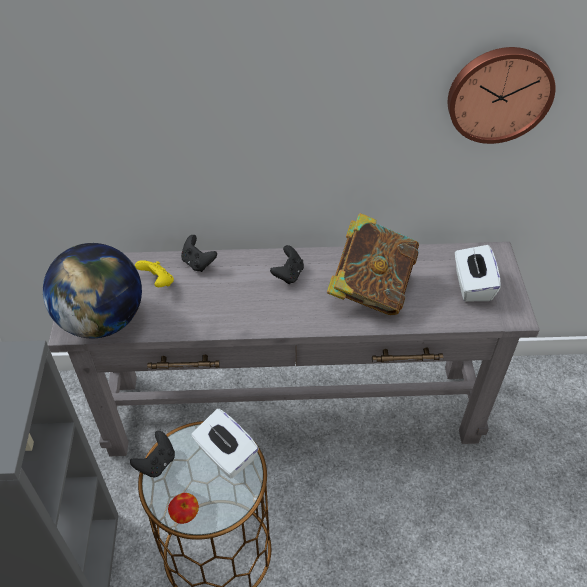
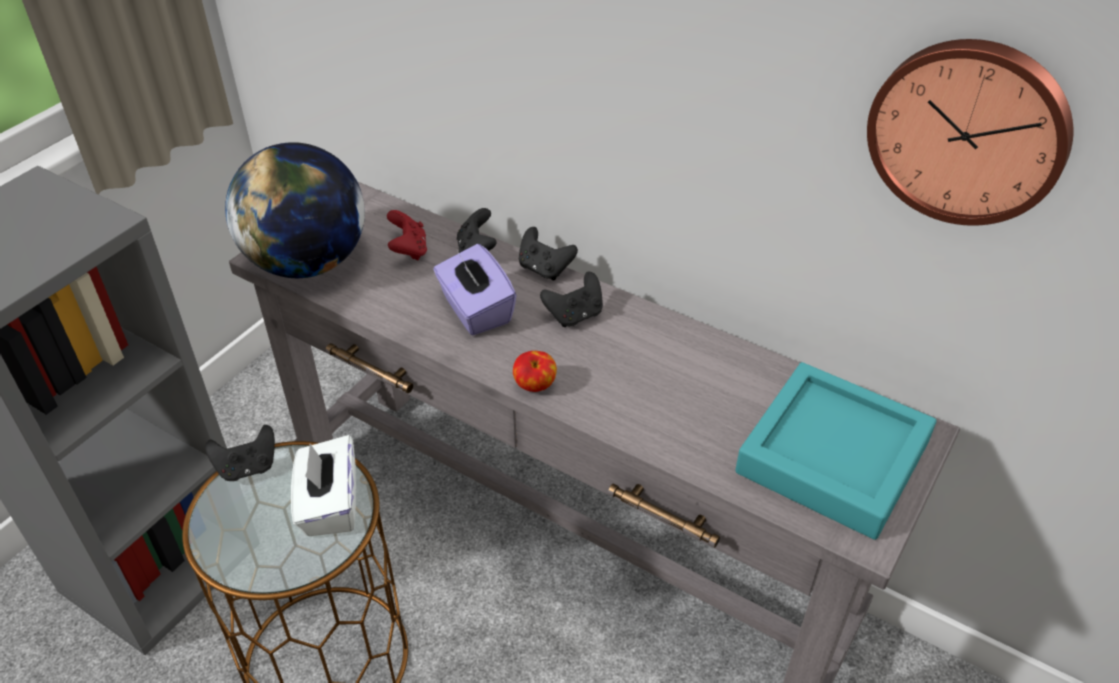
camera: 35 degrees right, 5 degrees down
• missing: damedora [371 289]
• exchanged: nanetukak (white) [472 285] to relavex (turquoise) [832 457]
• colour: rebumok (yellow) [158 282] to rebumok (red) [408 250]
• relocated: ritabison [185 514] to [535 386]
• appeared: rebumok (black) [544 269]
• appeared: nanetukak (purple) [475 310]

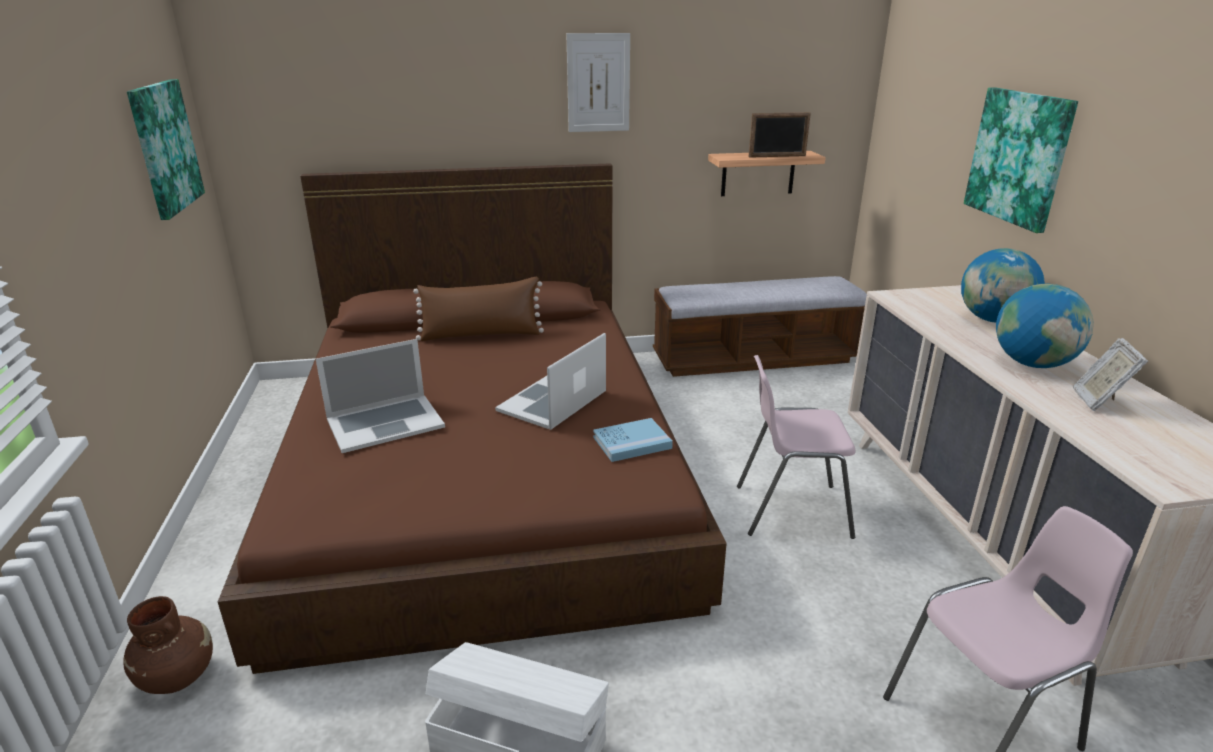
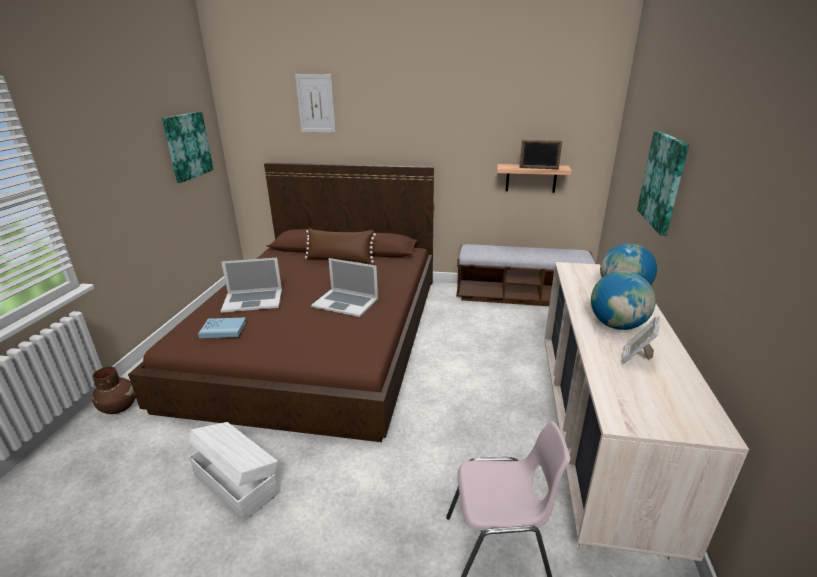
camera: 20 degrees right, 0 degrees up
• relocated: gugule [598 83] to [316 103]
• spun: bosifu [553 401] = [345 302] 120 degrees counterclockwise
• missing: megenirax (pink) [790 510]
• relocated: damedora (blue) [632 442] to [223 329]

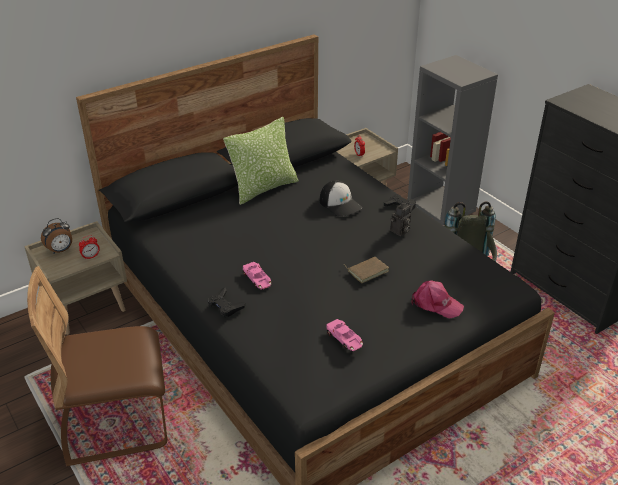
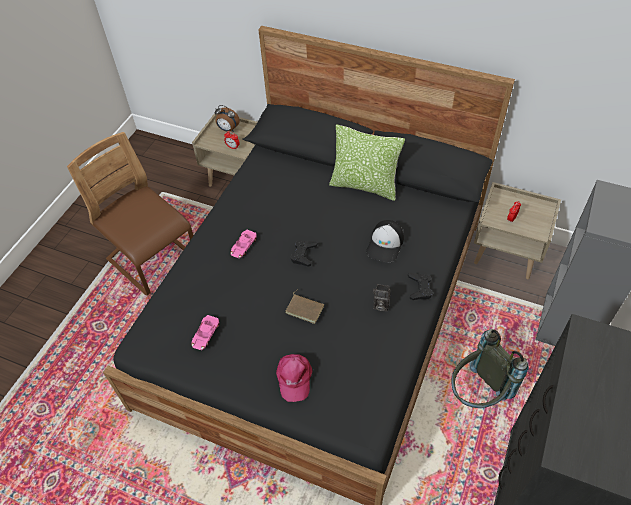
camera: 60 degrees right, 15 degrees up
• relocated: rebumok (black) [225 306] to [303 254]

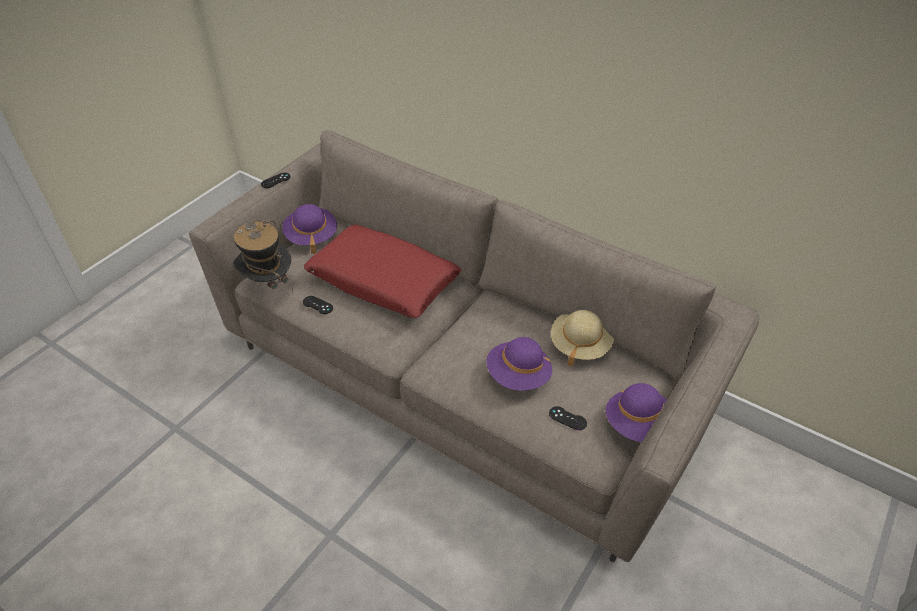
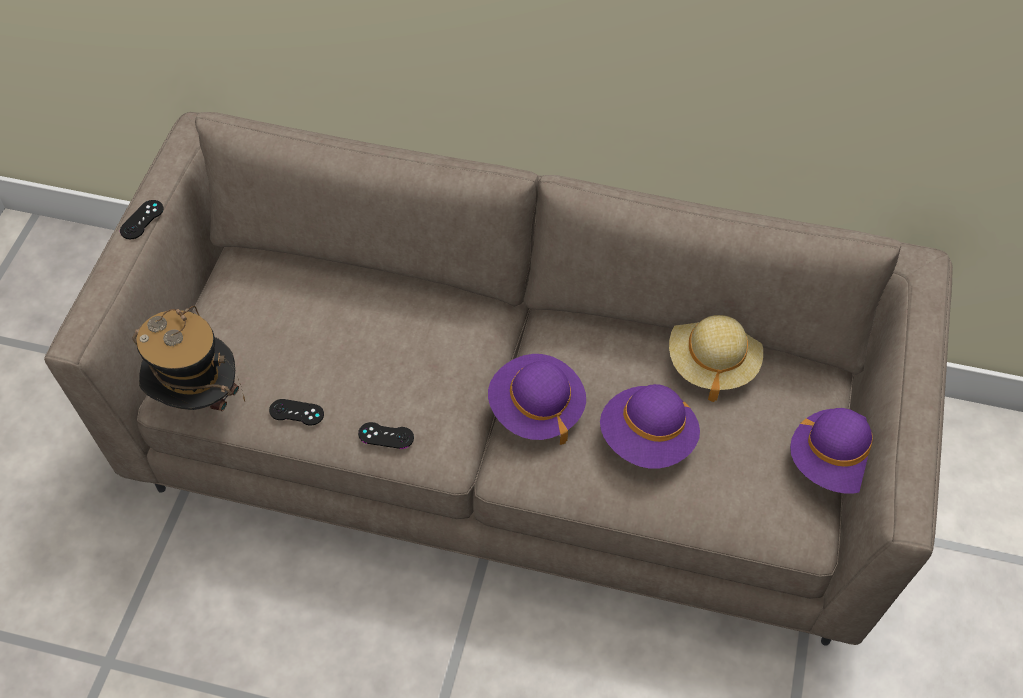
camera: 20 degrees left, 10 degrees up
• relocated: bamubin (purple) [311 236] to [536 409]
• missing: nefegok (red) [383 281]
• relocated: rebumok (black) [567 418] to [386 435]

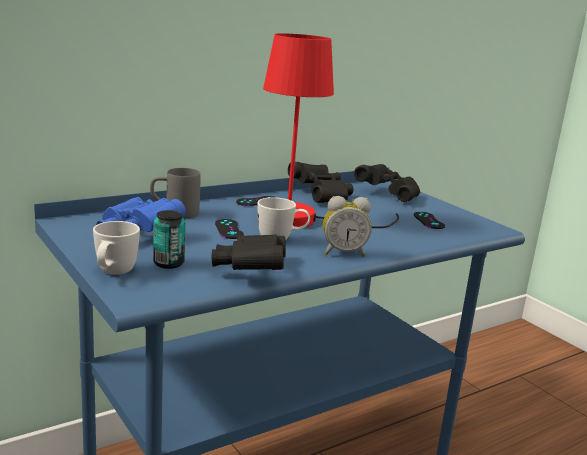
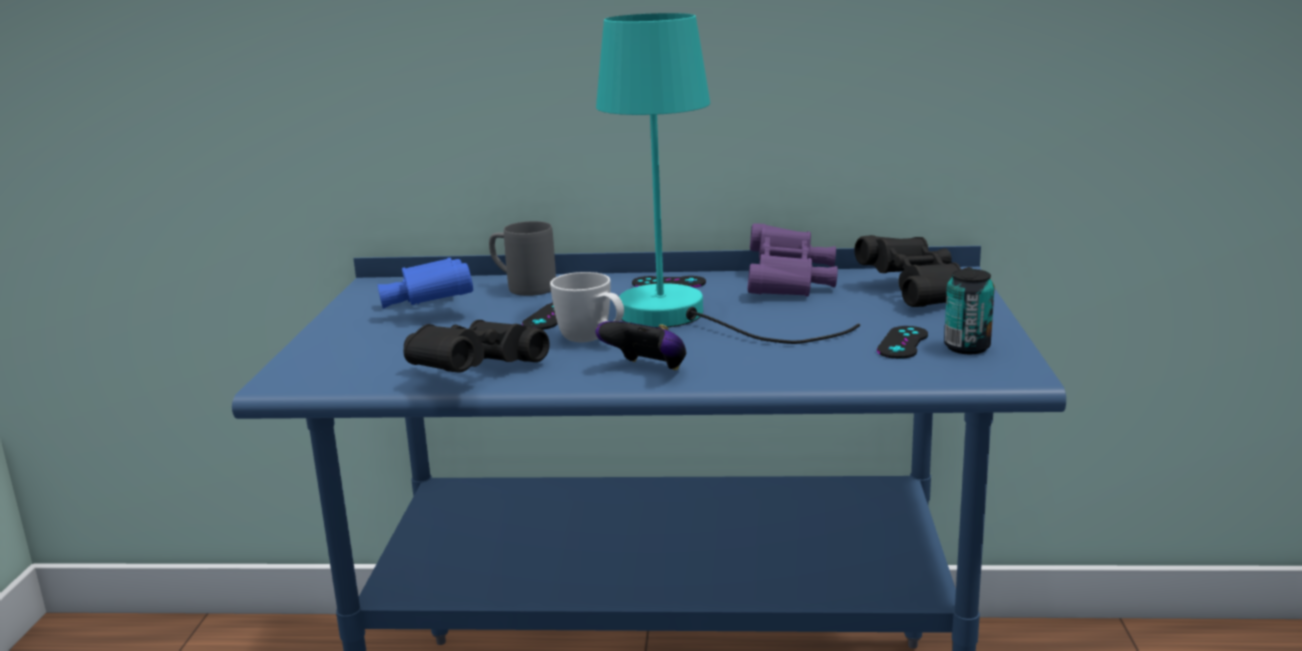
camera: 40 degrees right, 0 degrees up
• colour: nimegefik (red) [305 220] to nimegefik (turquoise) [684 318]
• colour: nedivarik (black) [321 195] to nedivarik (purple) [789 284]
• exchanged: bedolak [343 252] to rebumok [647 370]
• relocated: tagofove [168 263] to [967 347]
• missing: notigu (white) [113 274]

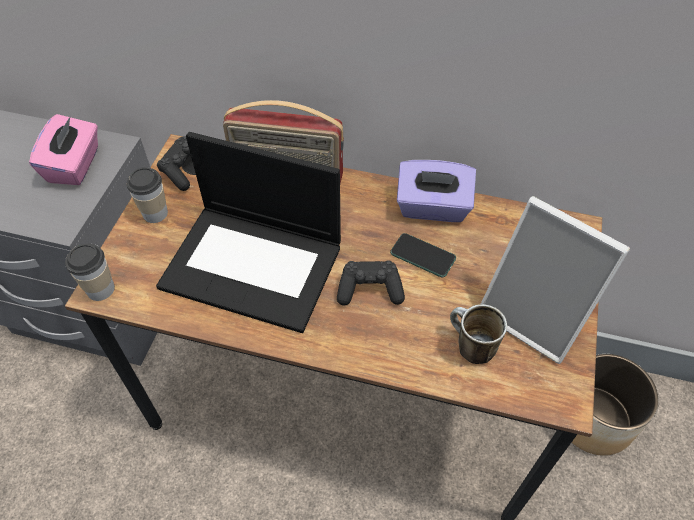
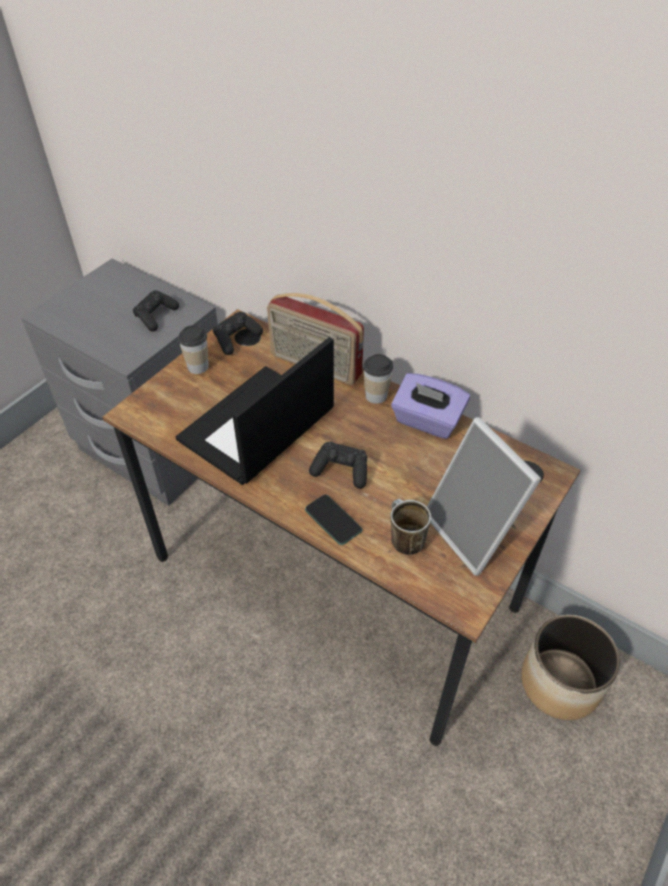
camera: 20 degrees right, 5 degrees down
• exchanged: nanetukak (pink) [75 165] to rebumok (black) [156 316]
• spun: bosifu [254 265] = [257 426] 90 degrees clockwise
• relocated: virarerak [422 256] to [333 520]
• relocated: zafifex [100 289] to [376 395]

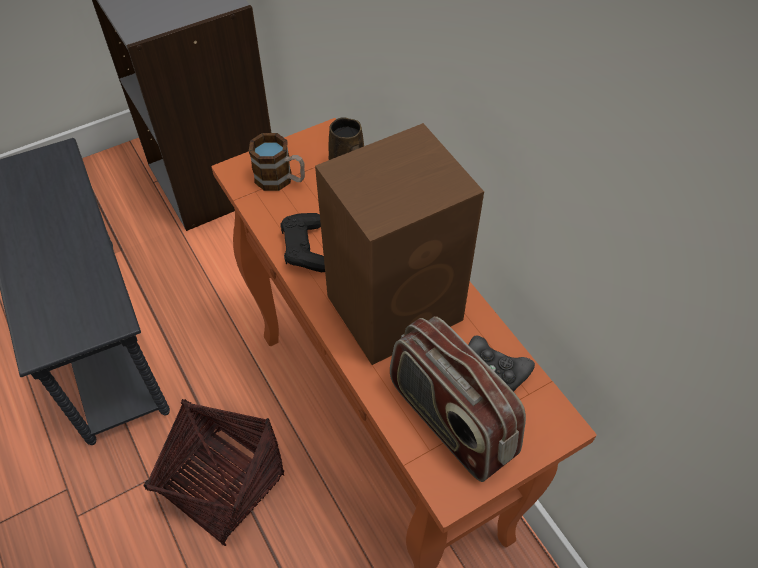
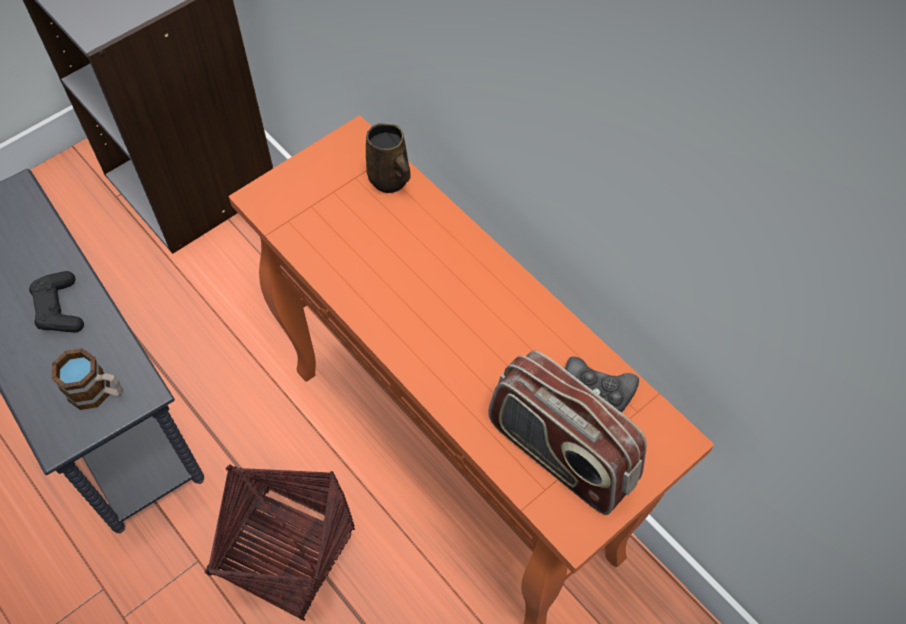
camera: 10 degrees left, 5 degrees up
• missing: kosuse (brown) [397 306]
• relocated: notigu [281 180] to [98 392]
• relocated: rebumok (black) [305 249] to [59 309]

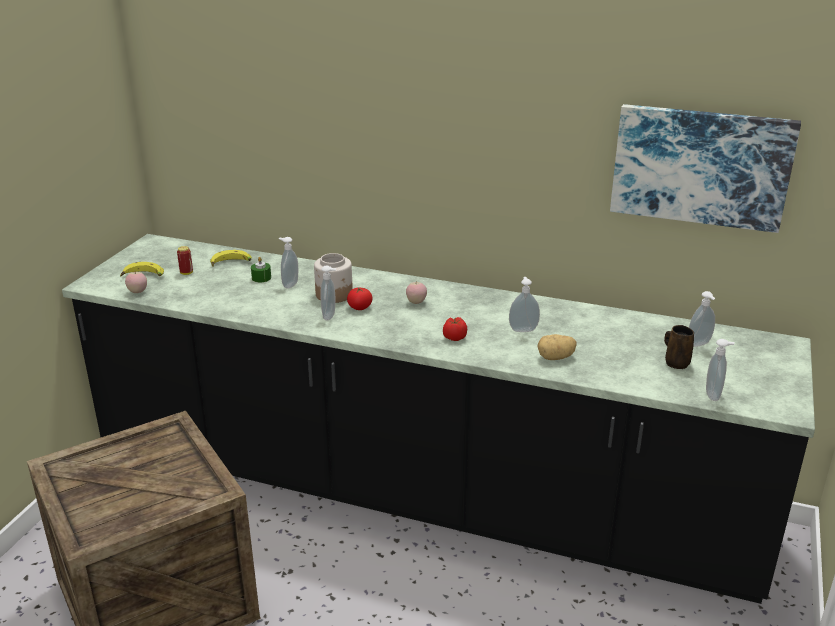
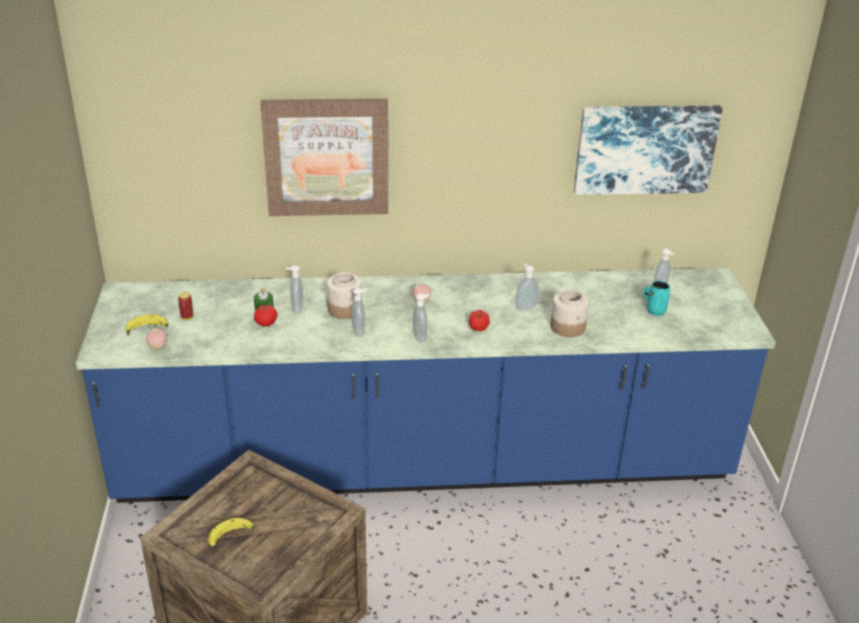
camera: 25 degrees left, 5 degrees up
• colour: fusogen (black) [417 491] to fusogen (blue) [425 464]
• relocated: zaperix [231 264] to [232 538]
• relocated: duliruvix [360 307] to [266 323]
• colour: notigu (brown) [676 362] to notigu (turquoise) [654 310]
• exchanged: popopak [555 358] to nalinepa [568 327]
• relocated: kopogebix [714 395] to [420 337]
• appeared: gugule [326 156]

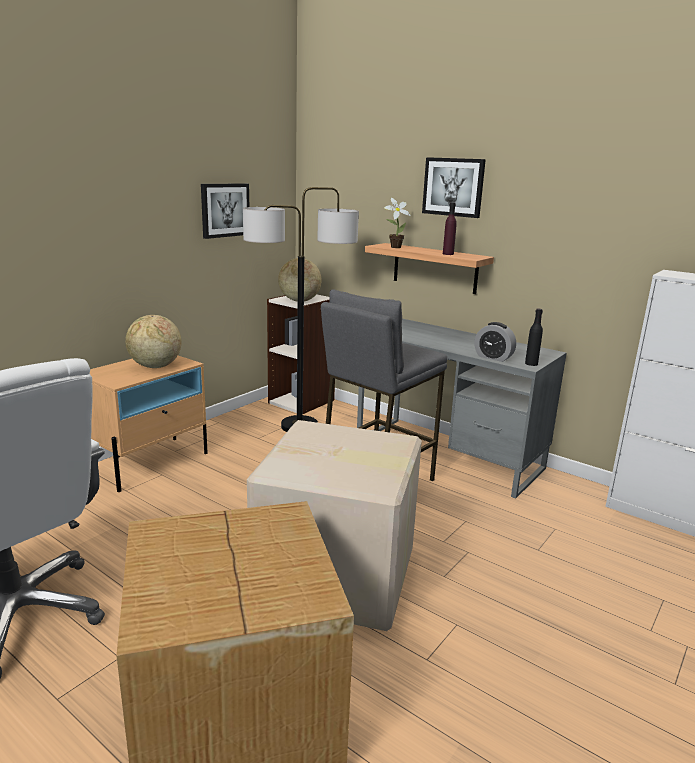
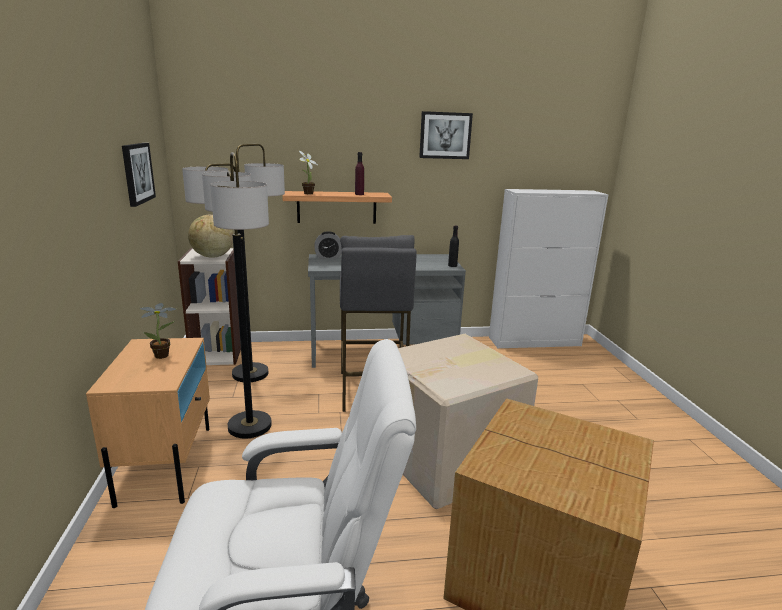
camera: 45 degrees left, 0 degrees up
• relocated: gugule [453 187] to [445 135]
• exchanged: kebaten [155 366] to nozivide [164 355]
• relocated: bedolak [493 357] to [328 257]
• appeared: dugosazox [250 426]

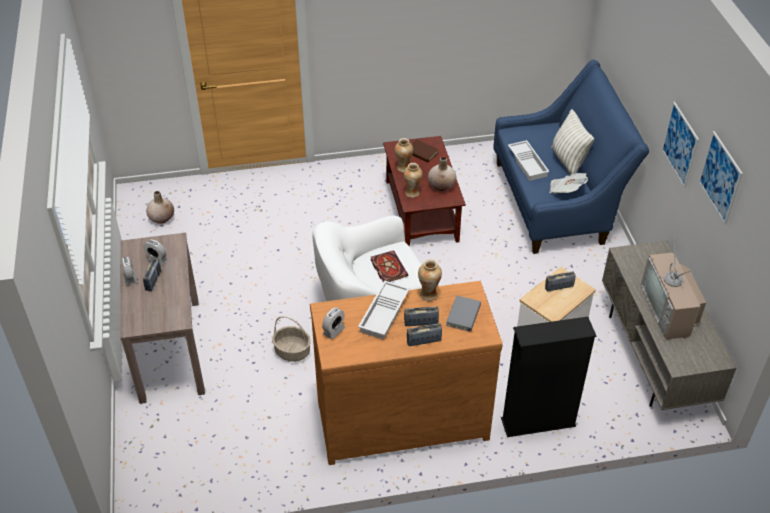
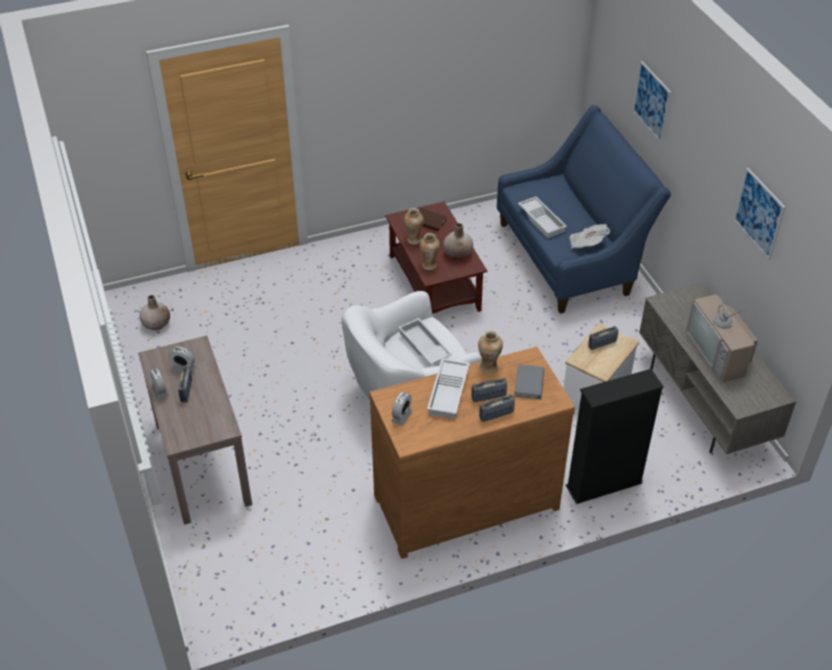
camera: 10 degrees left, 0 degrees up
• relocated: gugule [680 144] to [652 101]
• missing: nefegok [568 161]
• exchanged: damedora [387 267] to relavex (white) [423 346]
• missing: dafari [292 351]

